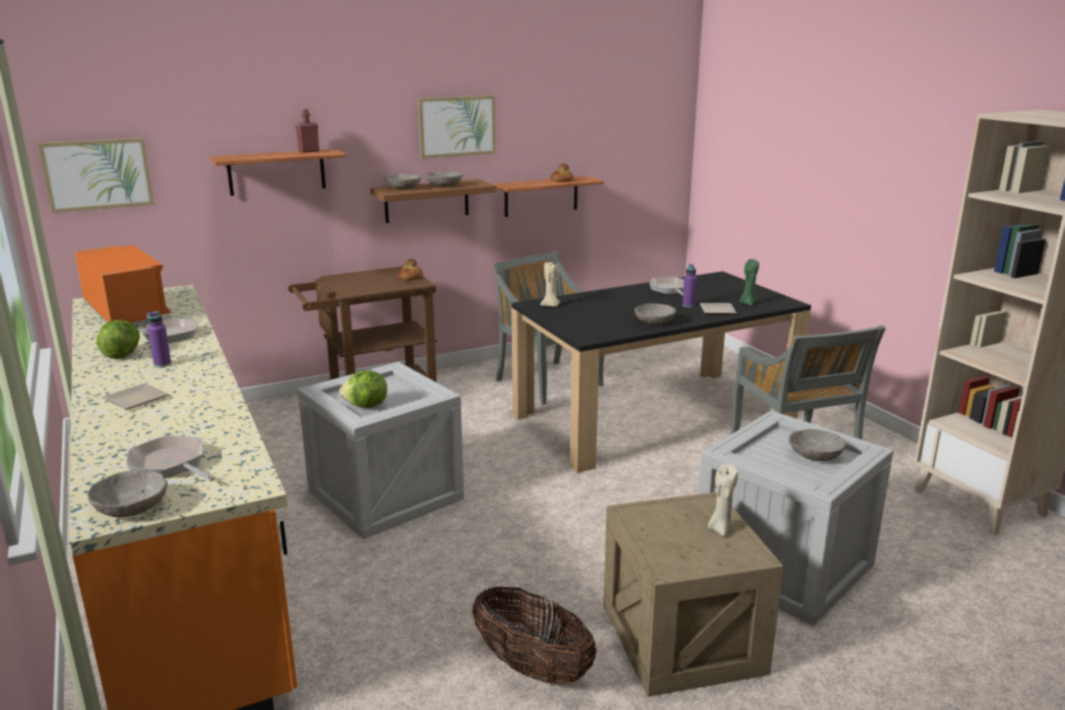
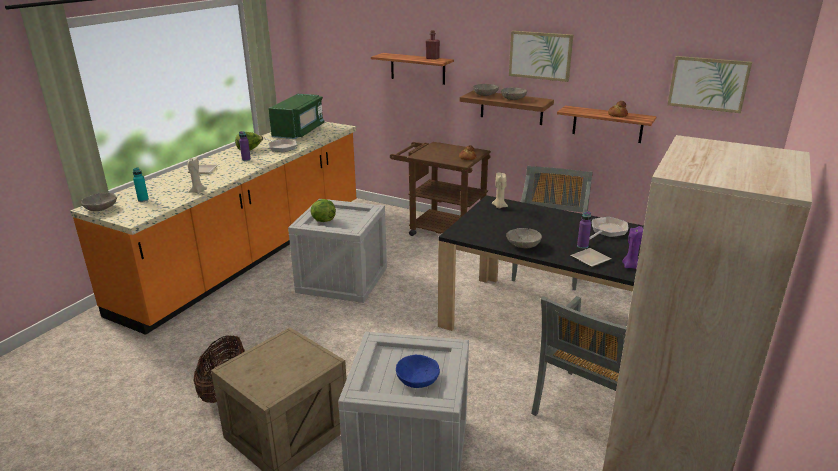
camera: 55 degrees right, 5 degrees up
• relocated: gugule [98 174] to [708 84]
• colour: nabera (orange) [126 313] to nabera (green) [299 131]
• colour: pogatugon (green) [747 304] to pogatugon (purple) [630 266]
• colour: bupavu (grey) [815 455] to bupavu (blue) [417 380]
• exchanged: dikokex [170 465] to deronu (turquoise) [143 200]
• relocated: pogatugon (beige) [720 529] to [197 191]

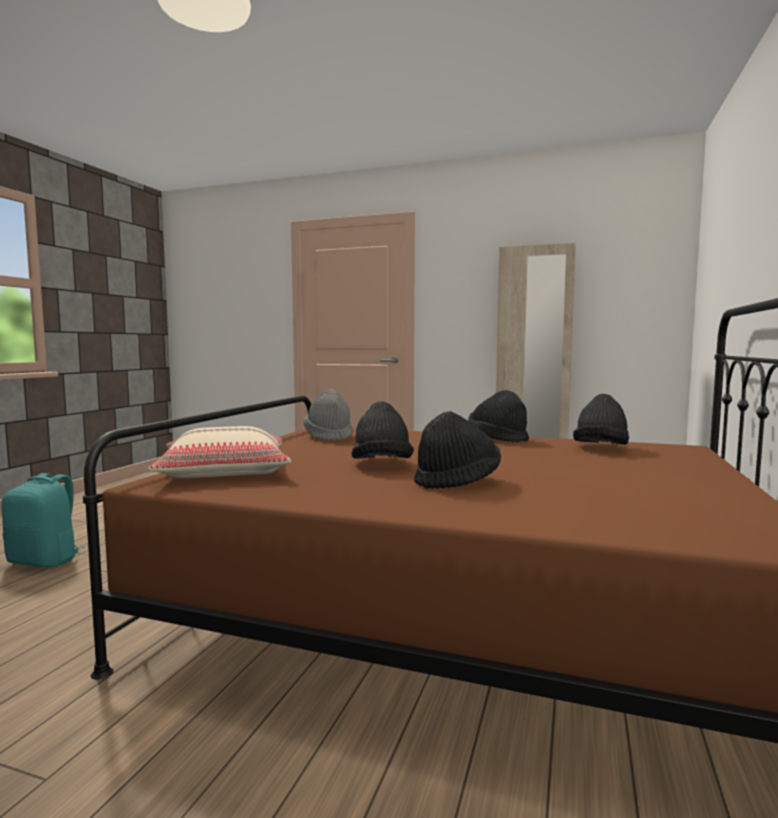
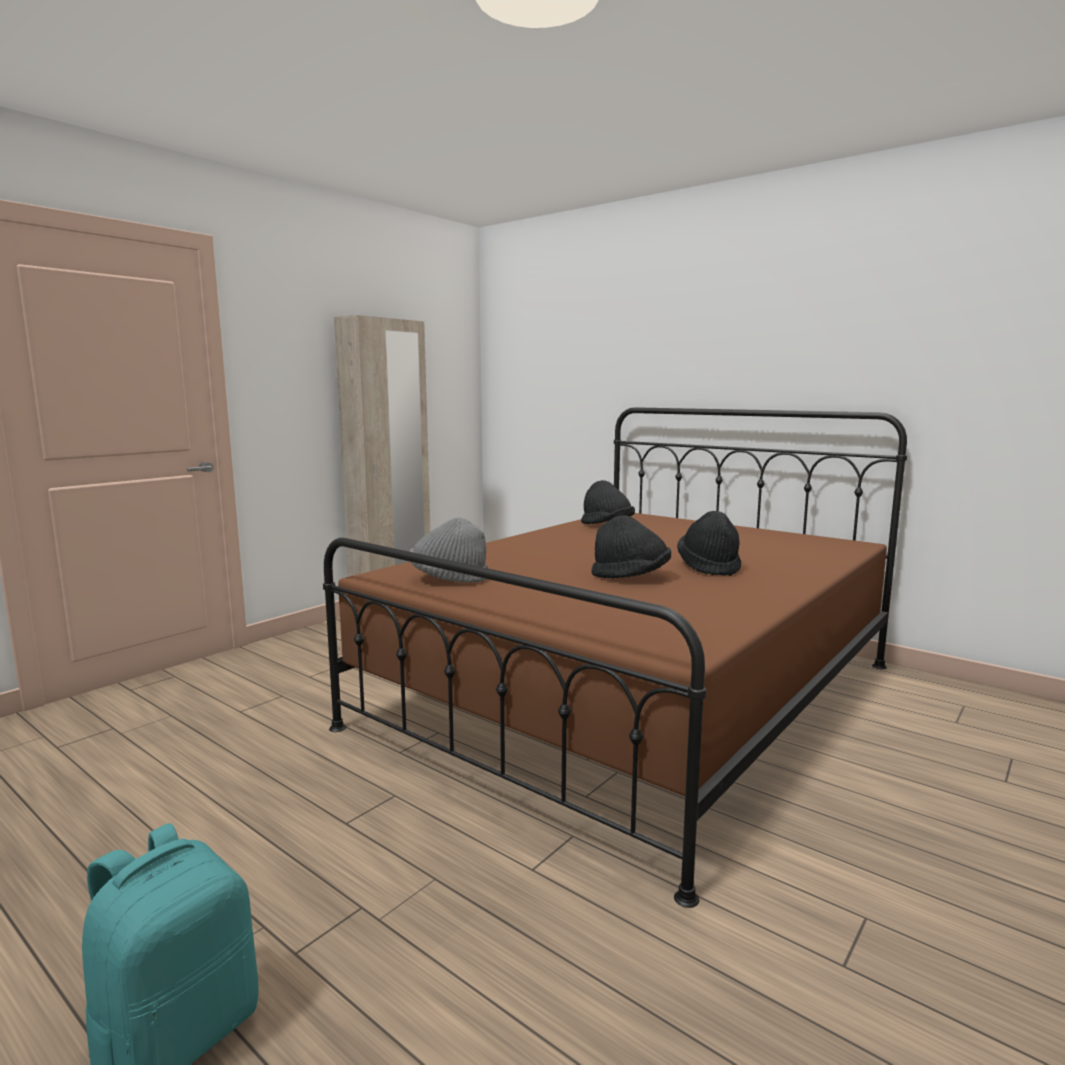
camera: 70 degrees left, 5 degrees up
• missing: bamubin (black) [497 438]
• missing: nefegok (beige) [224 471]

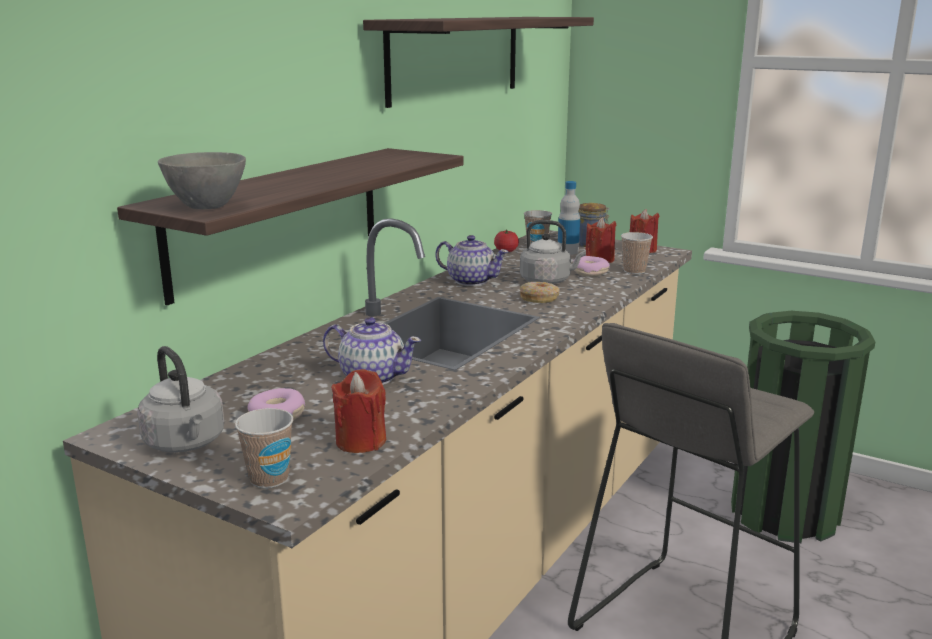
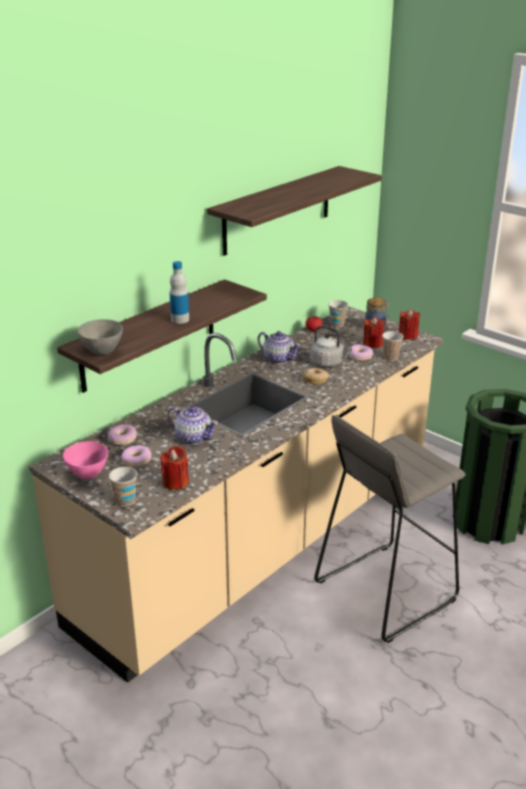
camera: 10 degrees right, 10 degrees up
• relocated: deronu [568 251] to [180 319]
• exchanged: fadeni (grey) [186 443] to bupavu (pink) [88 474]
• appeared: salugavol [122 439]

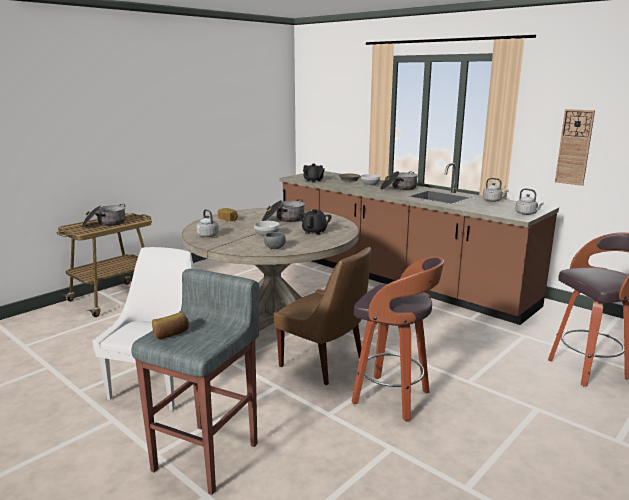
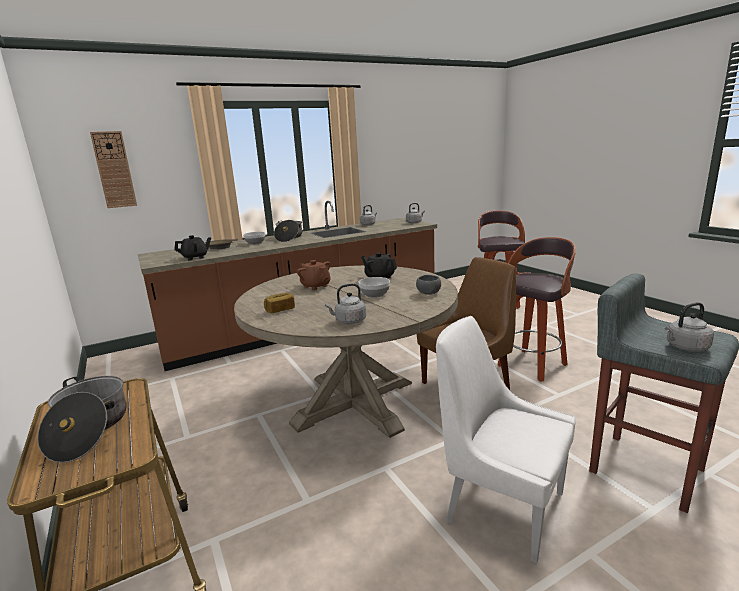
camera: 70 degrees left, 0 degrees up
• relocated: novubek [574 147] to [114 170]
• exchanged: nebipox [284 219] to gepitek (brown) [315 286]
• exchanged: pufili [171 334] to fadeni (grey) [685 347]

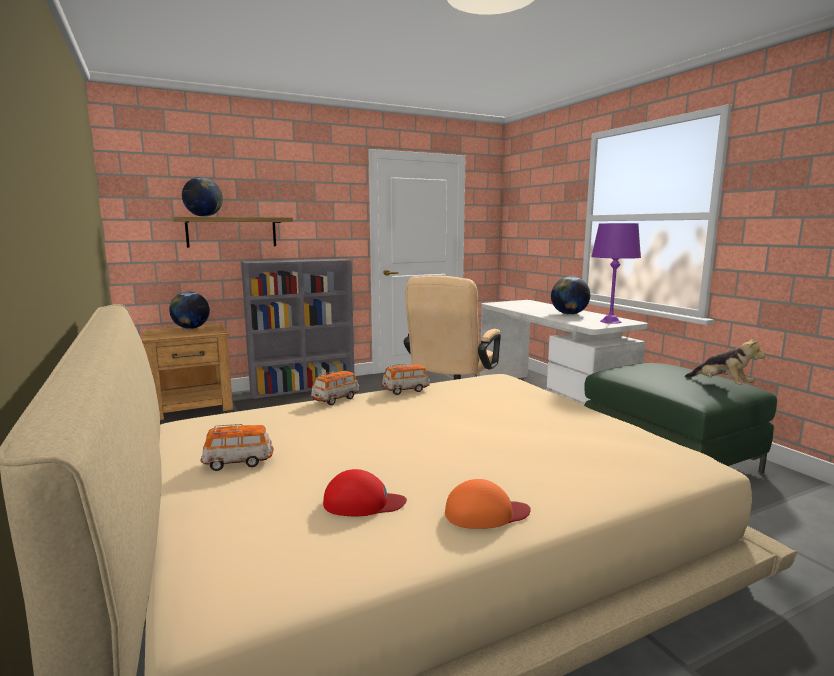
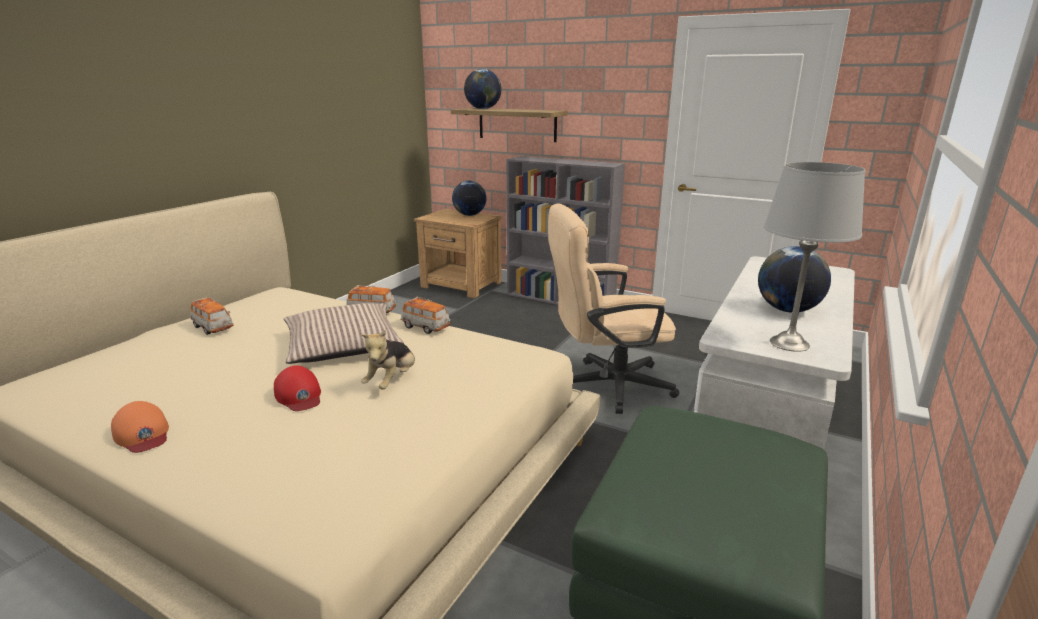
camera: 55 degrees right, 10 degrees up
• colour: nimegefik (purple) [611 321] to nimegefik (grey) [790 343]
• relocated: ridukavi [721 385] to [392 381]
• relocated: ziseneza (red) [363 503] to [299 395]
• appeared: nefegok [343 345]

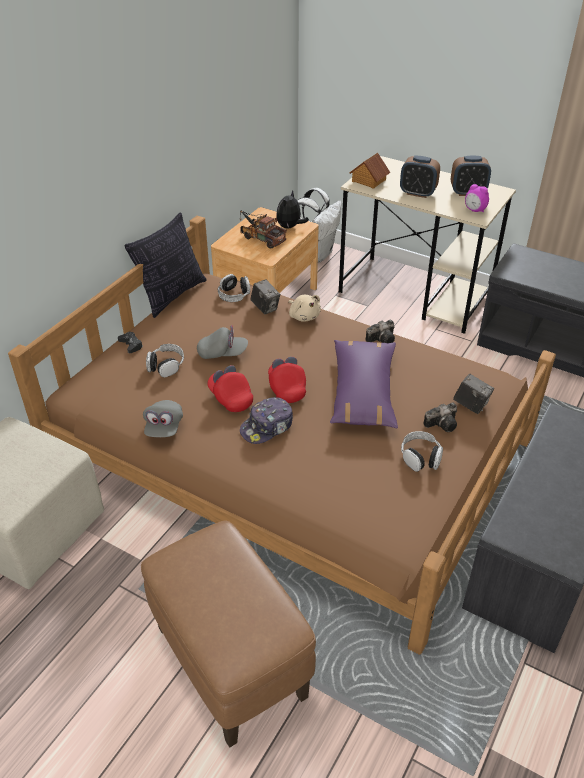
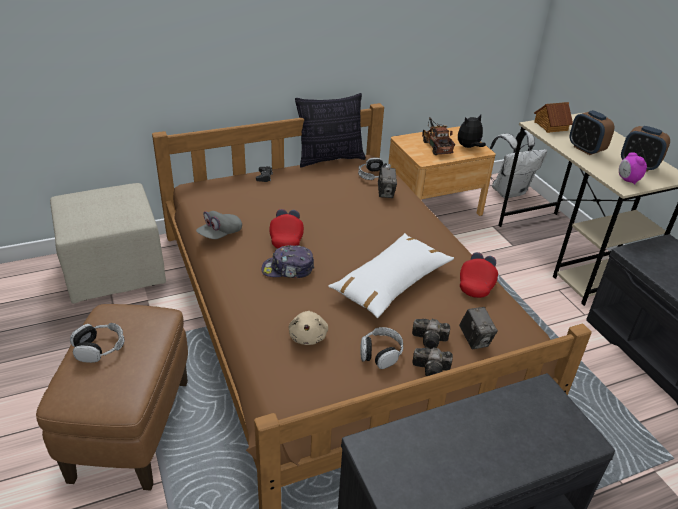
camera: 35 degrees right, 5 degrees down
• relocated: ridukavi (beige) [304 316] to [308 336]
• relocated: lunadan [383 339] to [433 369]
• missing: ziseneza (grey) [222 353]
• colour: nefegok (purple) [363 392] to nefegok (white) [391 283]
• relocated: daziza [166 365] to [99 348]
• relocated: ziseneza (red) [286 388] to [476 284]

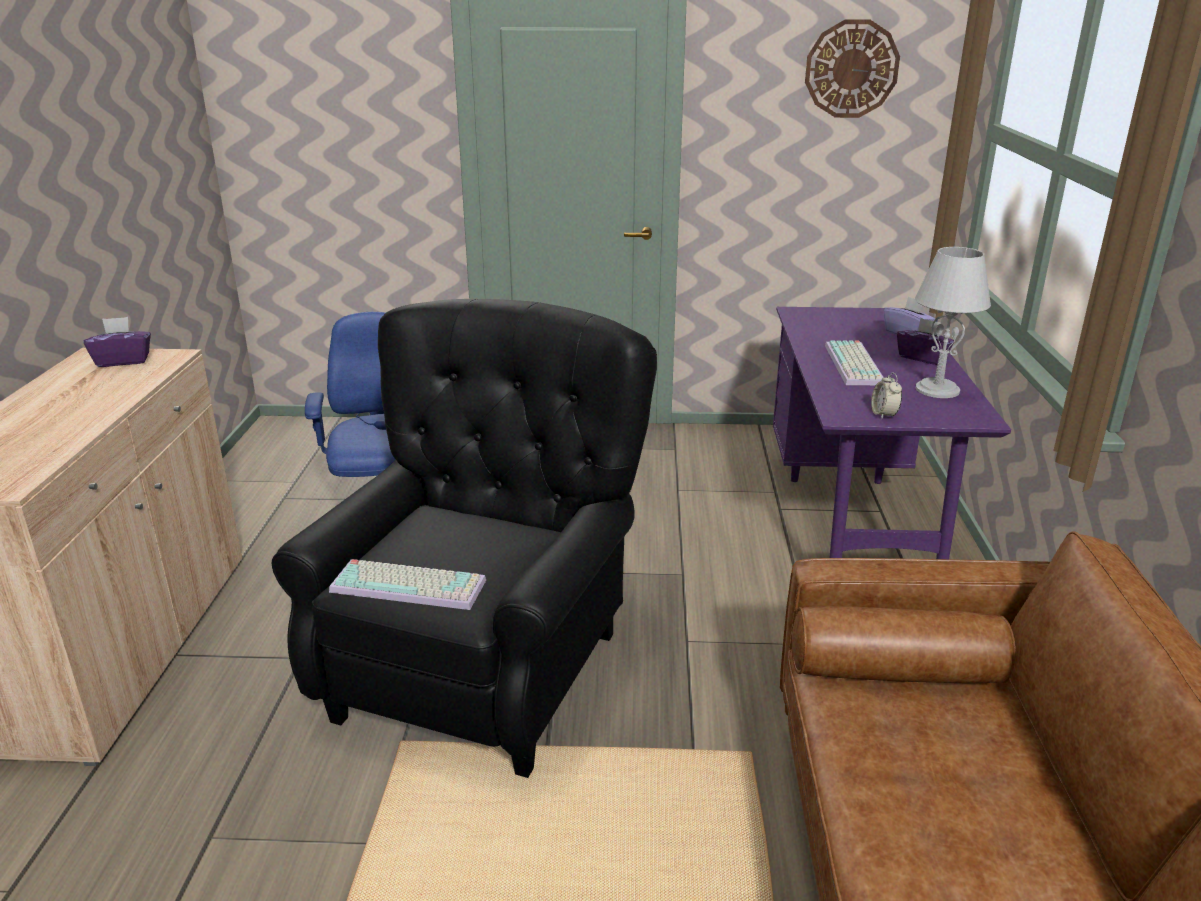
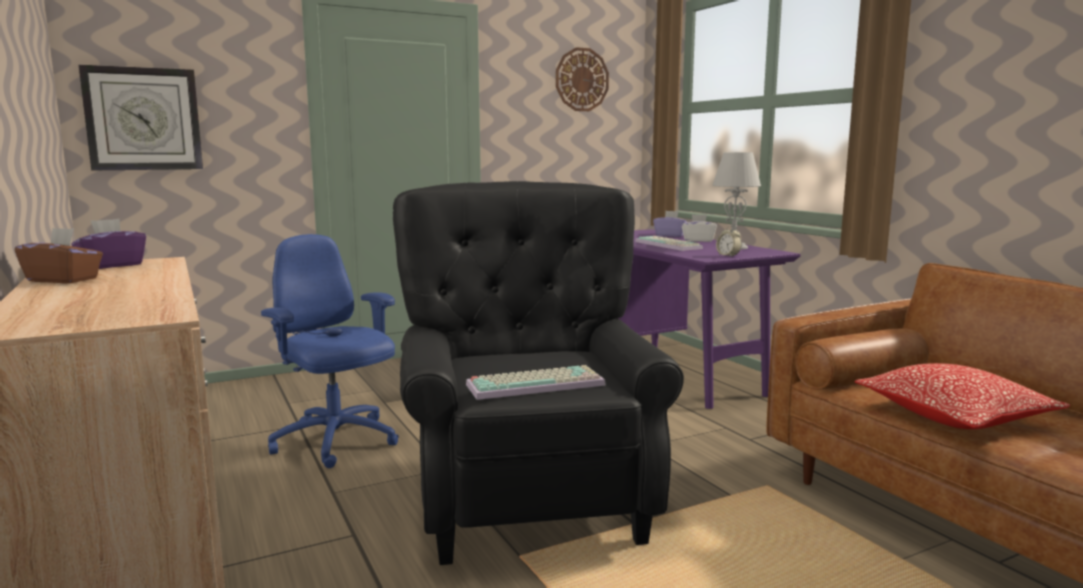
camera: 30 degrees left, 15 degrees down
• colour: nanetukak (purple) [922 357] to nanetukak (white) [698 240]
• appeared: novubek [143 119]
• appeared: nanetukak (brown) [63 280]
• appeared: nefegok [954 416]

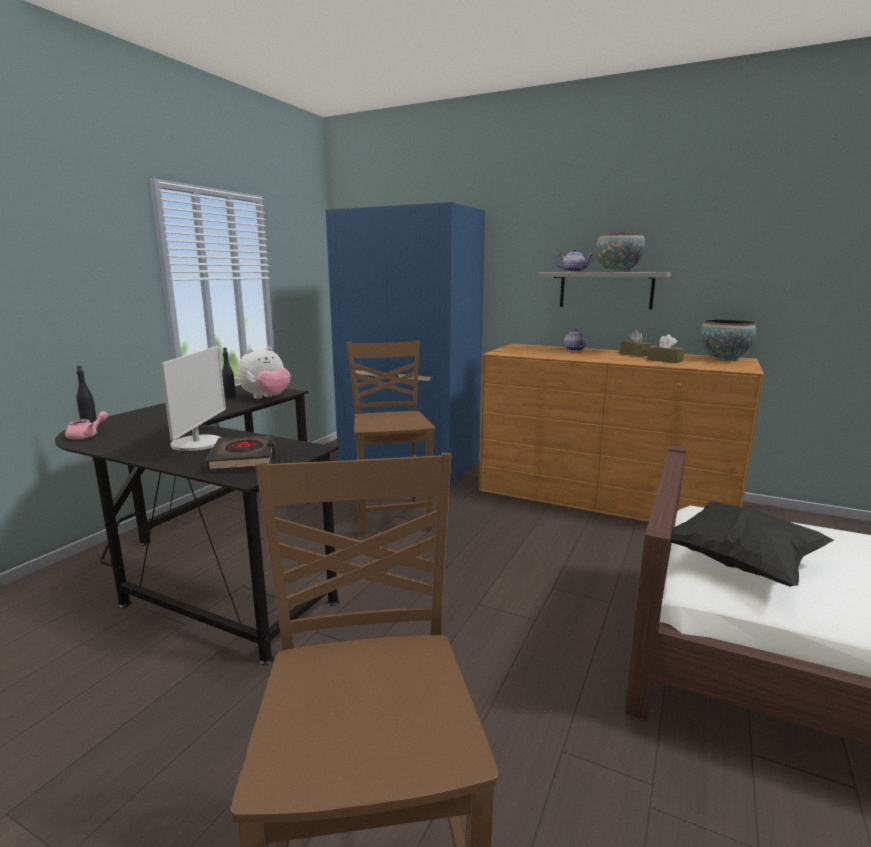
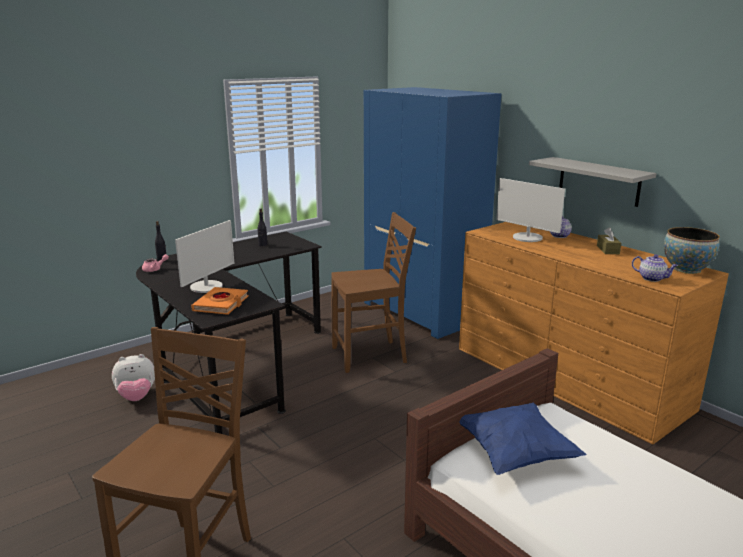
camera: 25 degrees right, 5 degrees up
• missing: bupavu [618 271]
• relocated: gepitek [573 271] to [652 278]
• missing: nanetukak (brown) [664 360]
• spun: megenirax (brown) [392 515] = [371 356] 60 degrees clockwise
• relocated: ridukavi [266 398] to [136 397]
• colour: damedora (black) [244 458] to damedora (orange) [221 304]
• colour: nefegok (black) [741 564] to nefegok (blue) [515 454]
• appeared: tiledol [527 238]

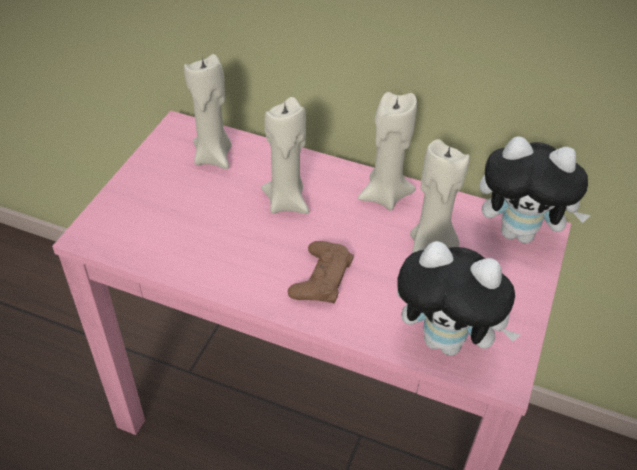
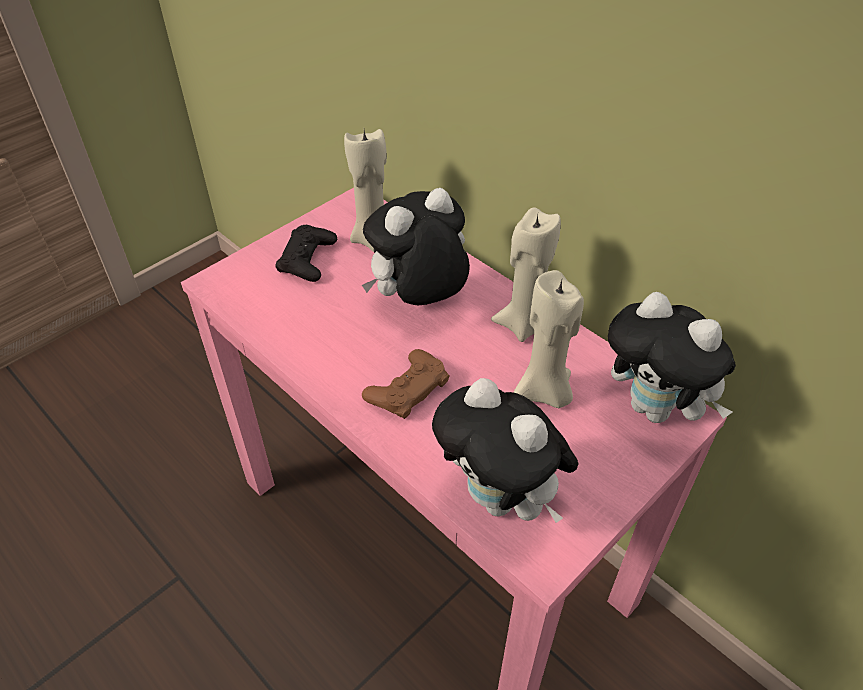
camera: 25 degrees right, 0 degrees up
• exchanged: pogatugon (beige) [287 201] to ridukavi [418 302]
• appeared: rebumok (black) [307 259]

